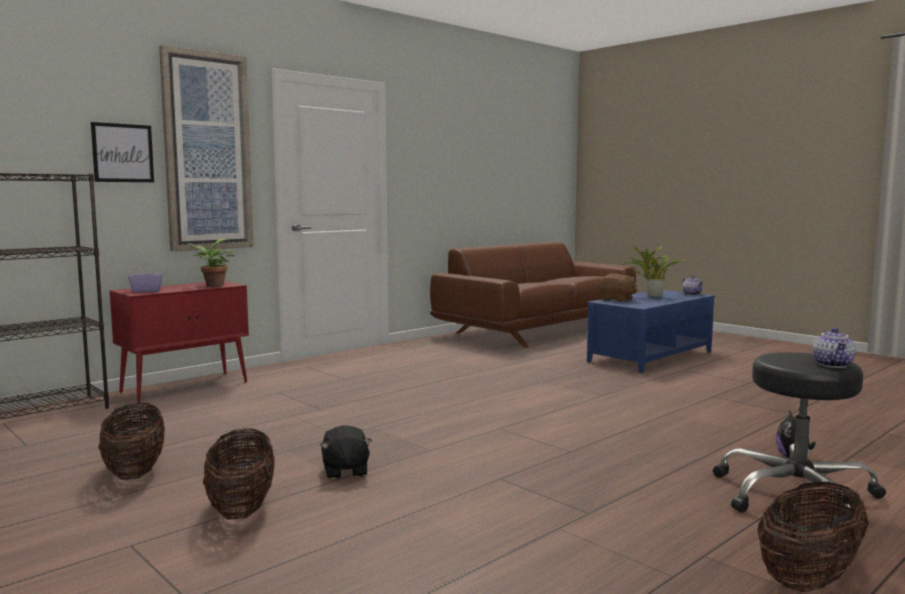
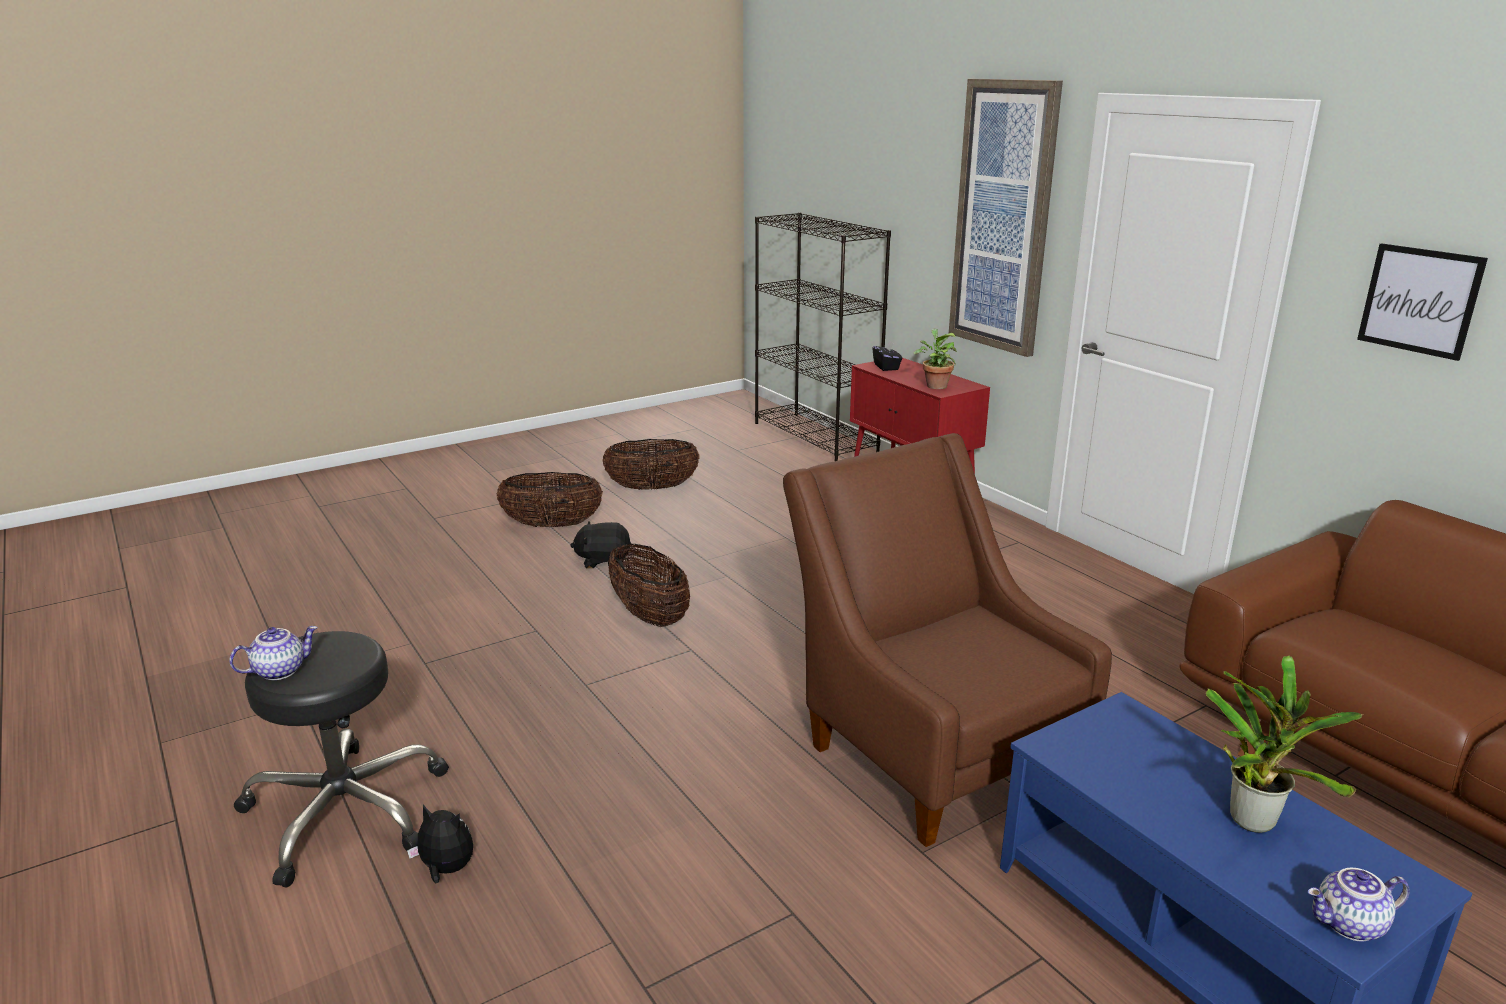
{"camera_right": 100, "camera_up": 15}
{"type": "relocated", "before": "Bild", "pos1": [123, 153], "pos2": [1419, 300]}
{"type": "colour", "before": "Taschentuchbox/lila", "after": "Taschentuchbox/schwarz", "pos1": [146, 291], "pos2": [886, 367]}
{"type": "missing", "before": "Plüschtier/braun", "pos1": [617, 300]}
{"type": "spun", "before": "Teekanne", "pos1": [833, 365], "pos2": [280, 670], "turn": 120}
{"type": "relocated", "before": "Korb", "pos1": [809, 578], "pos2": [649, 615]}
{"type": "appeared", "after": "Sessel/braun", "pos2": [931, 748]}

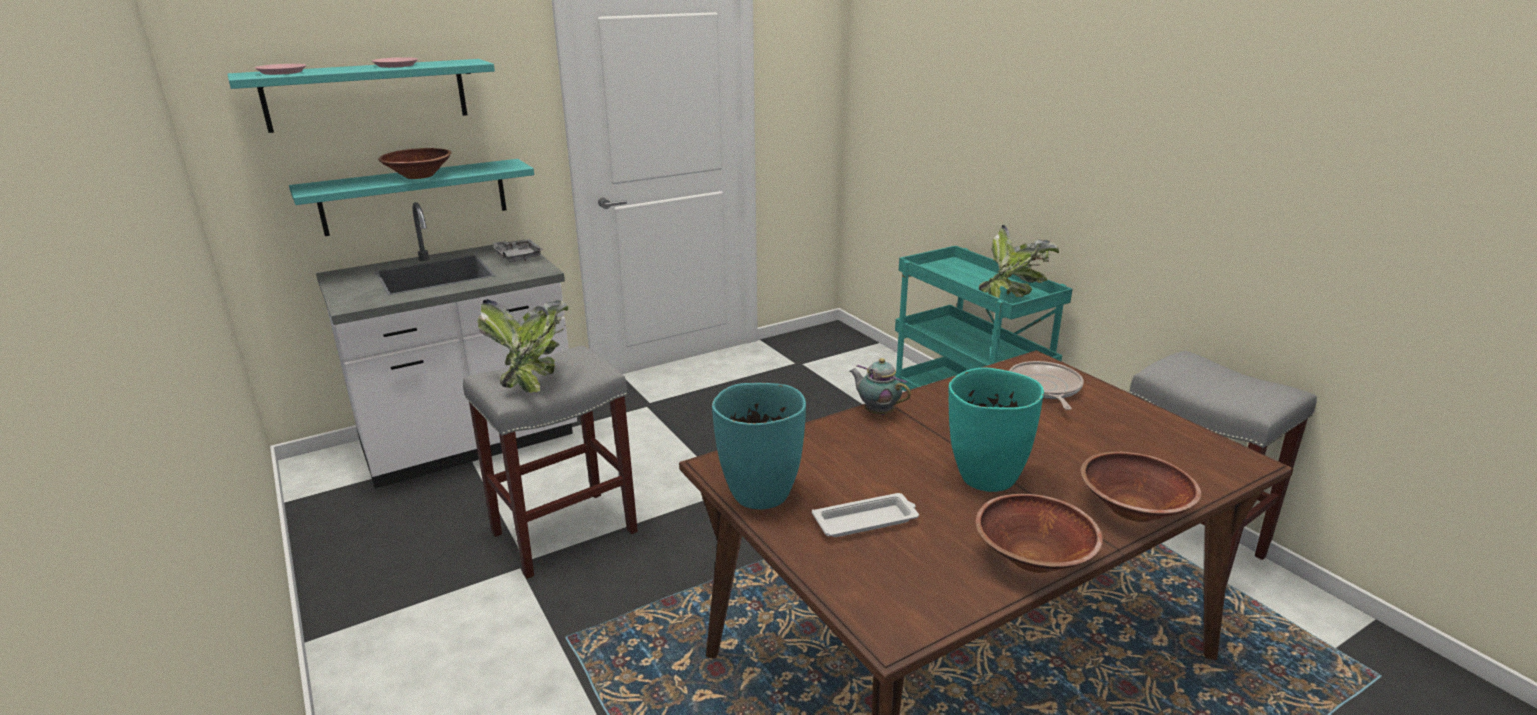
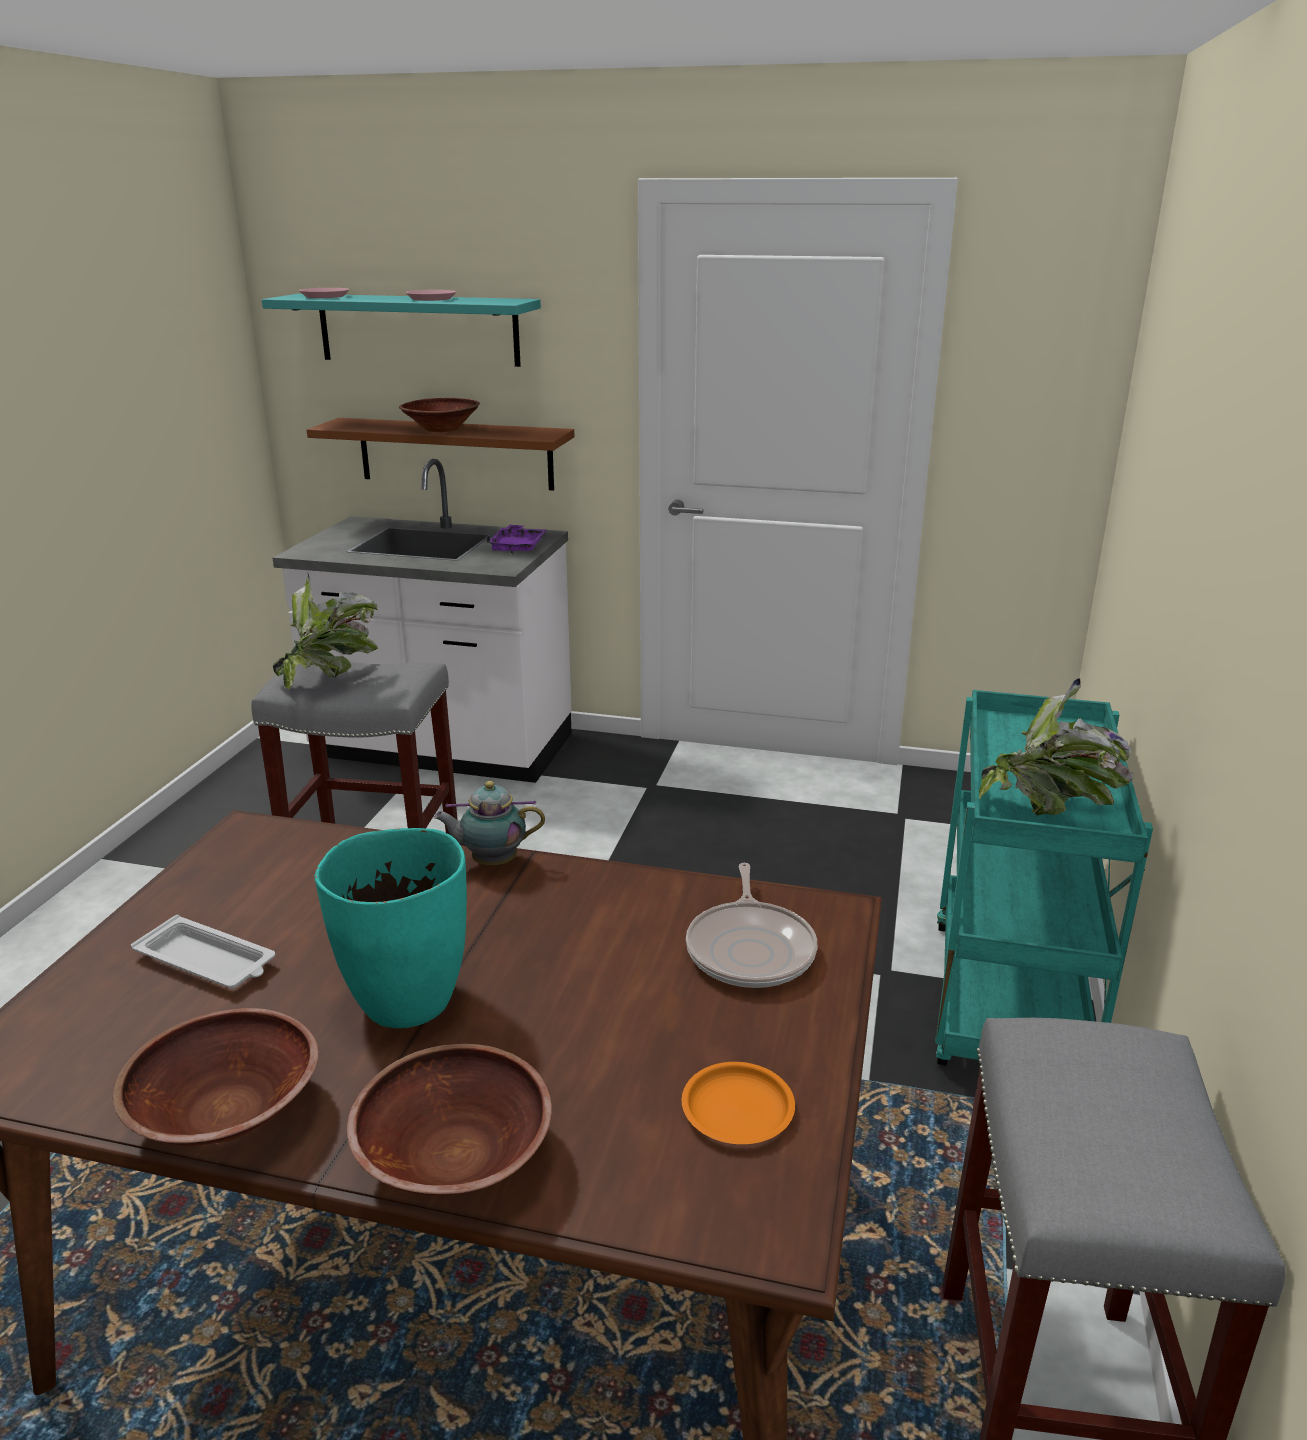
{"camera_right": 45, "camera_up": 0}
{"type": "colour", "before": "Wandregal/türkis", "after": "Wandregal/braun", "pos1": [415, 196], "pos2": [455, 453]}
{"type": "colour", "before": "Tablett/grau", "after": "Tablett/lila", "pos1": [517, 257], "pos2": [518, 547]}
{"type": "spun", "before": "Teekanne", "pos1": [877, 412], "pos2": [491, 862], "turn": -90}
{"type": "spun", "before": "Pfanne", "pos1": [1045, 388], "pos2": [751, 949], "turn": 135}
{"type": "missing", "before": "Vase/türkis", "pos1": [759, 494]}
{"type": "appeared", "after": "Teller/orange", "pos2": [738, 1109]}

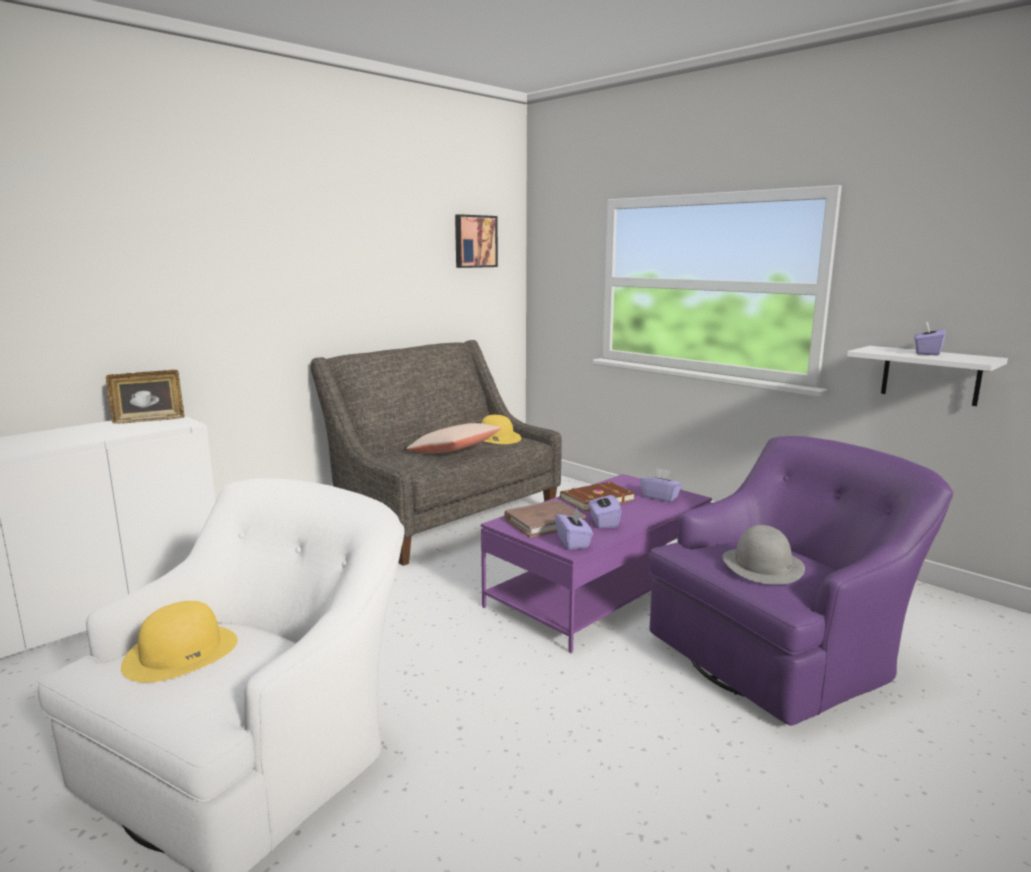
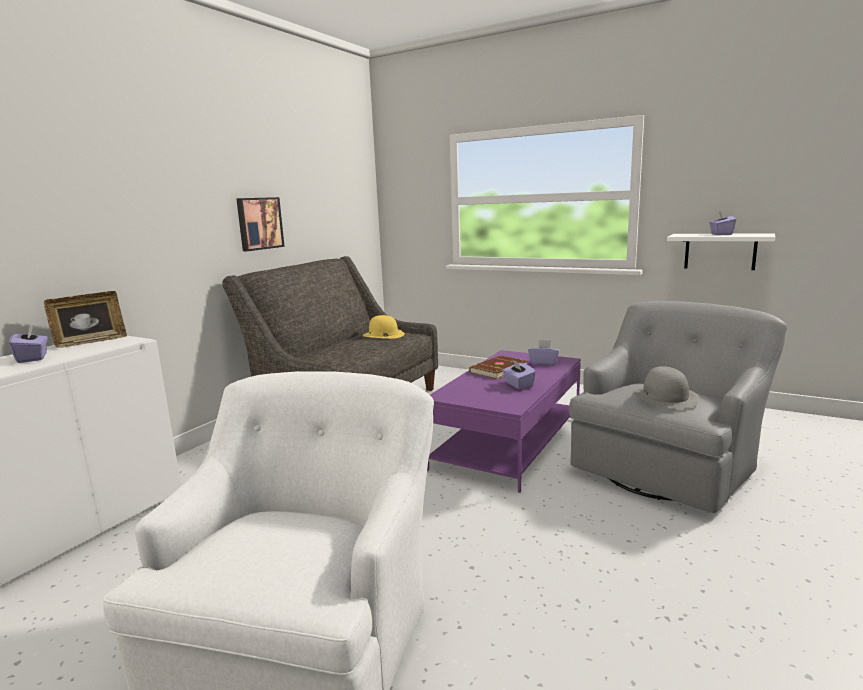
{"camera_right": -15, "camera_up": 0}
{"type": "relocated", "before": "Bild", "pos1": [475, 241], "pos2": [259, 223]}
{"type": "missing", "before": "Kissen/beige", "pos1": [454, 452]}
{"type": "colour", "before": "Sessel/lila", "after": "Sessel/grau", "pos1": [781, 652], "pos2": [668, 464]}
{"type": "missing", "before": "Buch/braun", "pos1": [544, 522]}
{"type": "relocated", "before": "Taschentuchbox/lila", "pos1": [573, 542], "pos2": [33, 358]}
{"type": "missing", "before": "Hut/gelb", "pos1": [181, 652]}

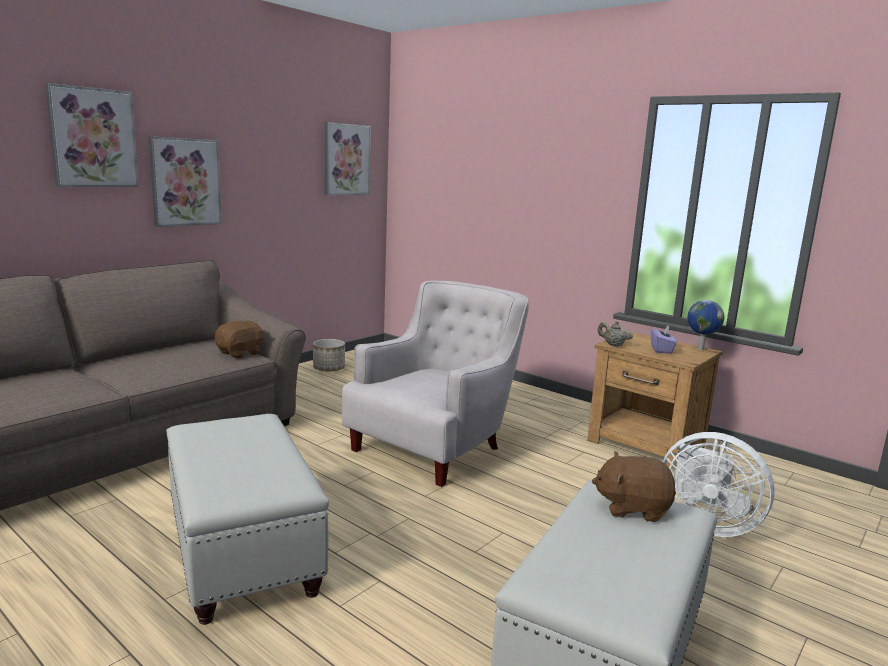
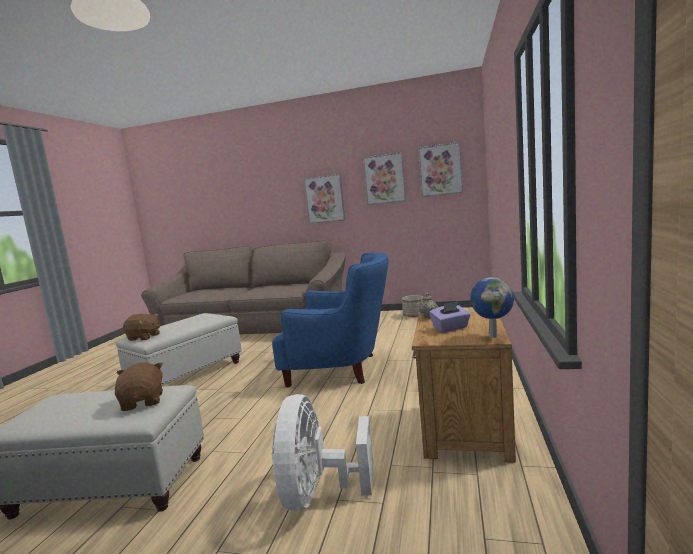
{"camera_right": 65, "camera_up": -5}
{"type": "relocated", "before": "Bild", "pos1": [93, 138], "pos2": [384, 179]}
{"type": "colour", "before": "Sessel/weiß", "after": "Sessel/blau", "pos1": [436, 446], "pos2": [341, 369]}
{"type": "relocated", "before": "Plüschtier/braun", "pos1": [240, 353], "pos2": [144, 337]}

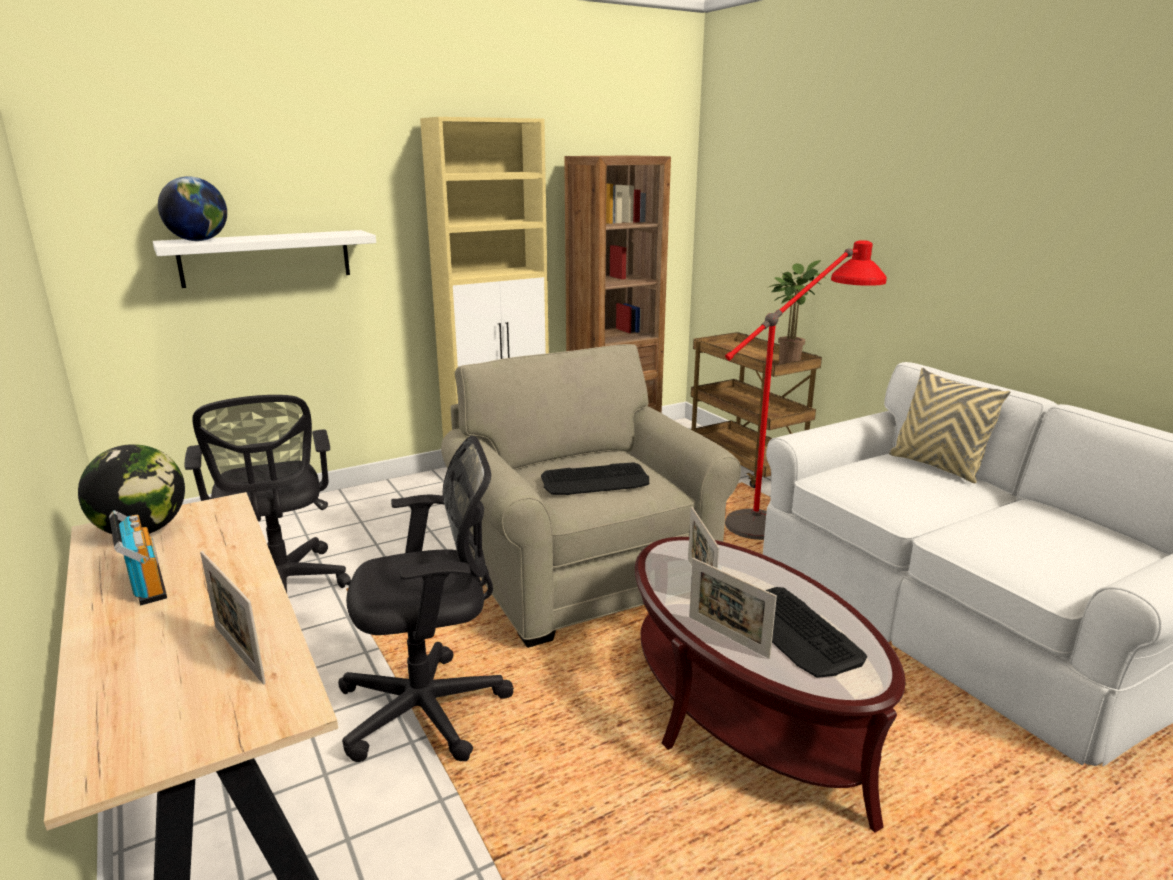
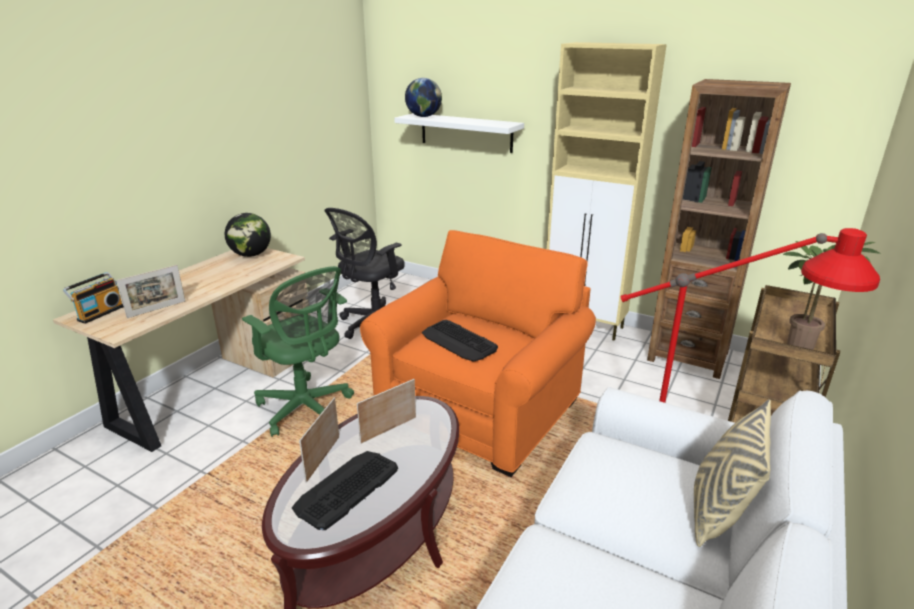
{"camera_right": 60, "camera_up": 5}
{"type": "colour", "before": "Sessel/beige", "after": "Sessel/orange", "pos1": [583, 574], "pos2": [480, 410]}
{"type": "colour", "before": "Bürostuhl/schwarz", "after": "Bürostuhl/grün", "pos1": [431, 709], "pos2": [306, 409]}
{"type": "relocated", "before": "Radio", "pos1": [144, 584], "pos2": [99, 313]}
{"type": "spun", "before": "Bilderrahmen", "pos1": [239, 654], "pos2": [157, 309], "turn": -150}

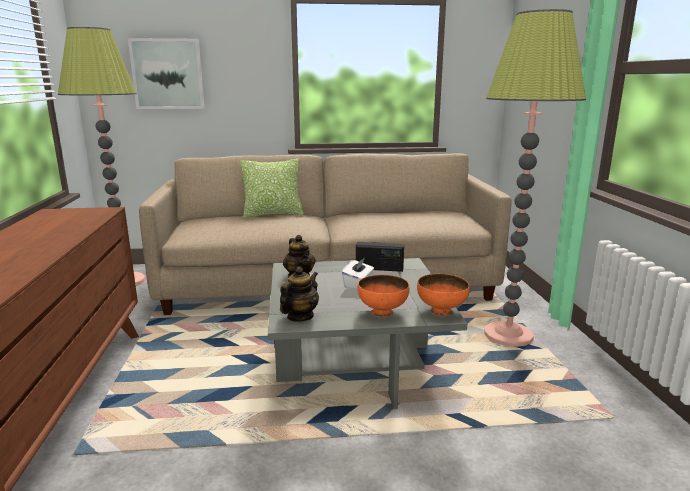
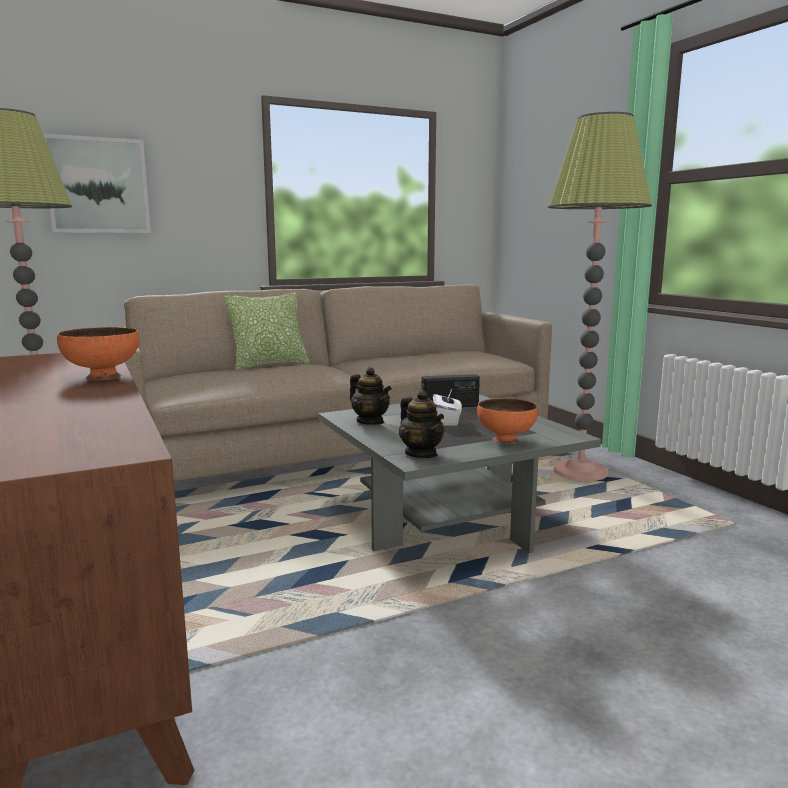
{"camera_right": -20, "camera_up": -5}
{"type": "spun", "before": "Teekanne", "pos1": [300, 316], "pos2": [421, 454], "turn": 135}
{"type": "relocated", "before": "Schüssel/orange", "pos1": [441, 311], "pos2": [102, 377]}

